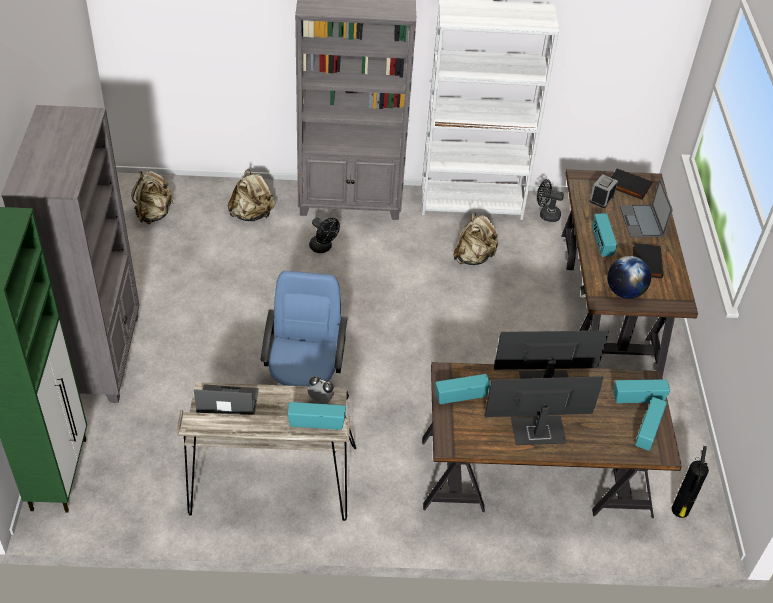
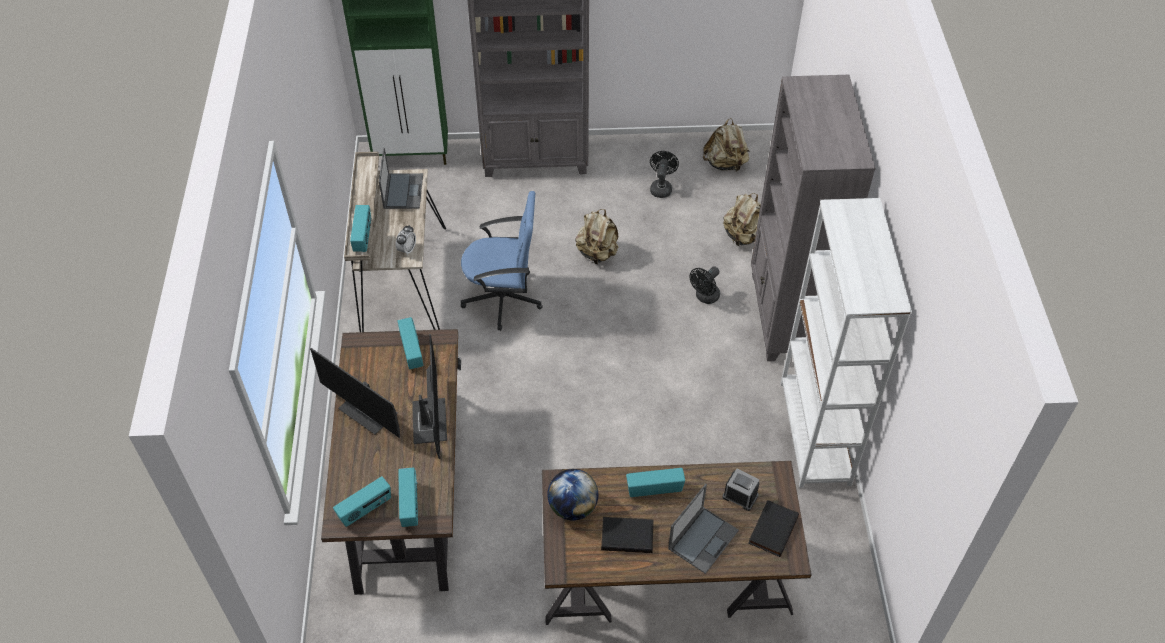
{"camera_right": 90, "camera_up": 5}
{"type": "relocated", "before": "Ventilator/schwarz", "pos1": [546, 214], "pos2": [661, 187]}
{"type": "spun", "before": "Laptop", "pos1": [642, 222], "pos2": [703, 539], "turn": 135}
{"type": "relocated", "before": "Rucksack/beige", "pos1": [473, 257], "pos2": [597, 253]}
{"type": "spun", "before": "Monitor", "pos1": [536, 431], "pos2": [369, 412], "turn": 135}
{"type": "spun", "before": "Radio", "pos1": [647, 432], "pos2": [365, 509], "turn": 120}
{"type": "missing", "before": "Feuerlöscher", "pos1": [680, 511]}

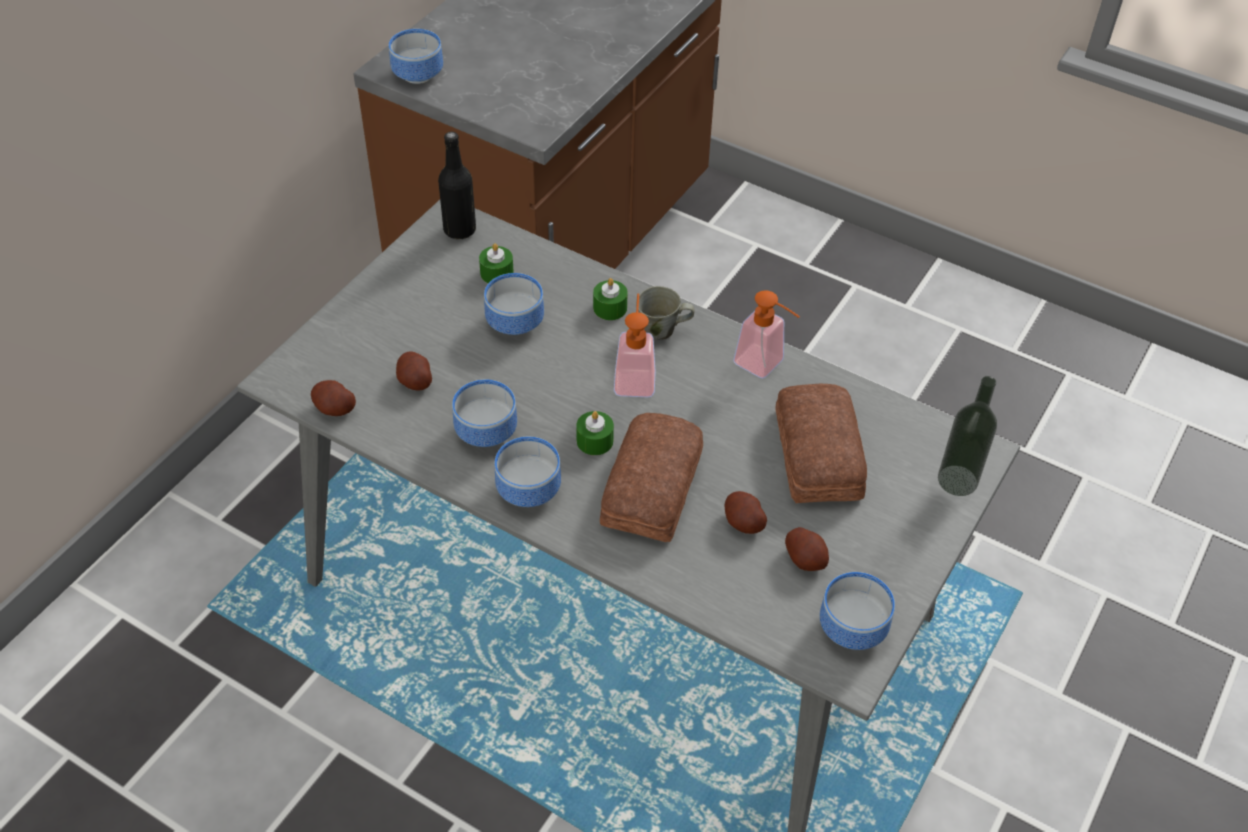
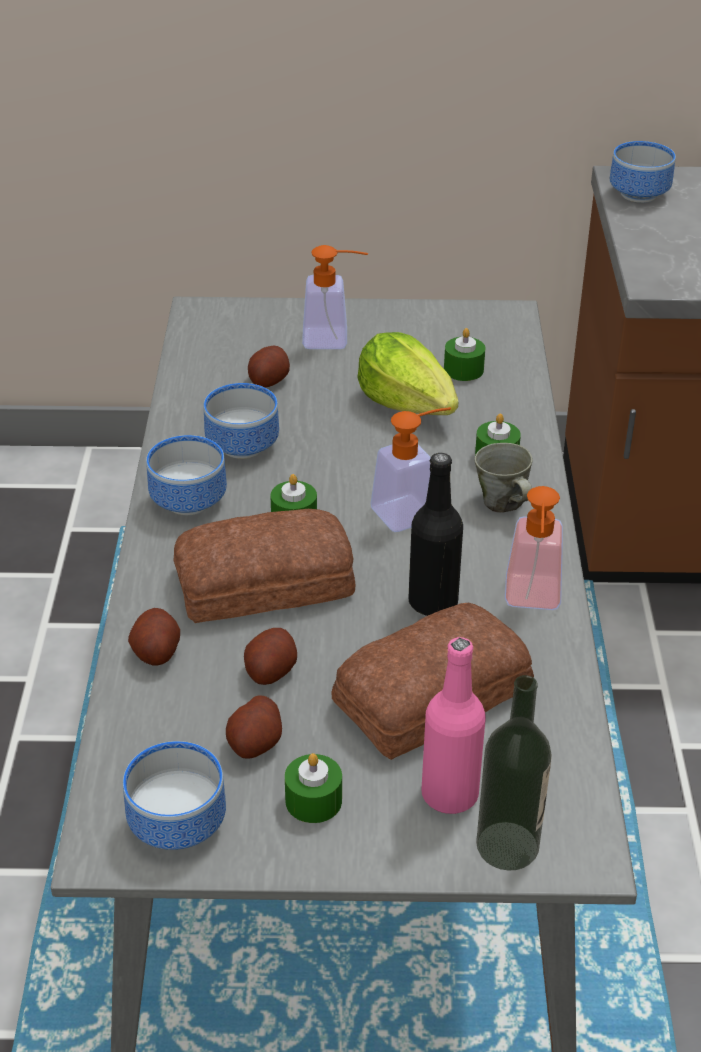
{"camera_right": 60, "camera_up": -10}
{"type": "relocated", "before": "Flasche/schwarz", "pos1": [459, 230], "pos2": [433, 602]}
{"type": "exchanged", "before": "Schüssel", "after": "Salatkopf", "pos1": [513, 321], "pos2": [408, 404]}
{"type": "relocated", "before": "Kartoffel", "pos1": [334, 408], "pos2": [156, 652]}
{"type": "appeared", "after": "Seifenspender", "pos2": [334, 339]}
{"type": "appeared", "after": "Flasche/rosa", "pos2": [449, 794]}
{"type": "appeared", "after": "Kerze/grün", "pos2": [313, 800]}

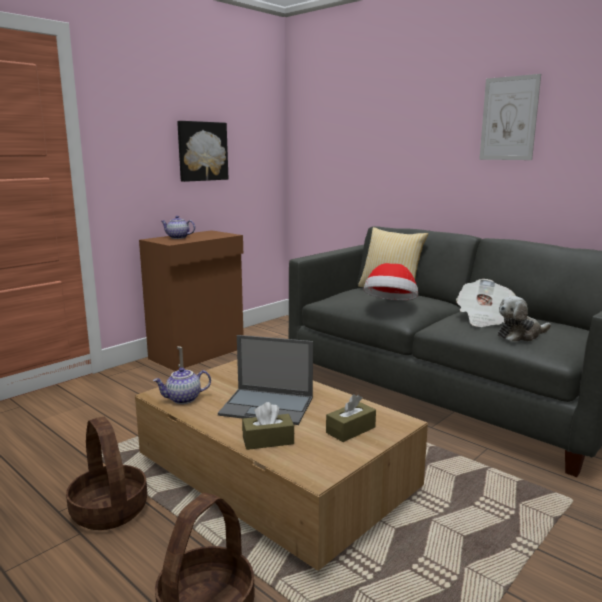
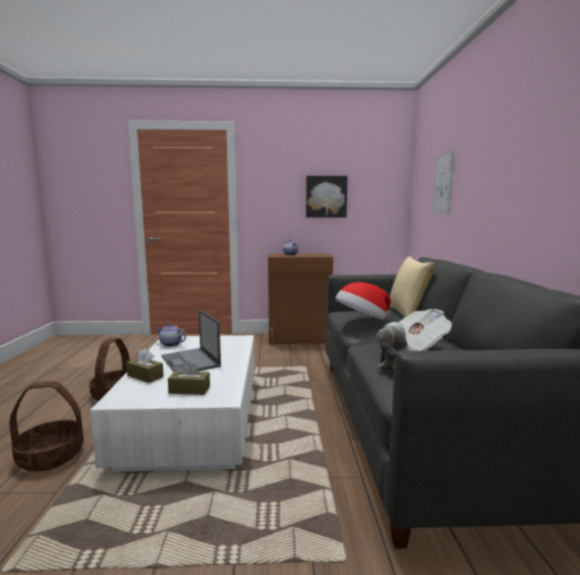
{"camera_right": 45, "camera_up": -5}
{"type": "relocated", "before": "Bild", "pos1": [509, 118], "pos2": [443, 183]}
{"type": "colour", "before": "Couchtisch/braun", "after": "Couchtisch/weiß", "pos1": [275, 480], "pos2": [194, 418]}

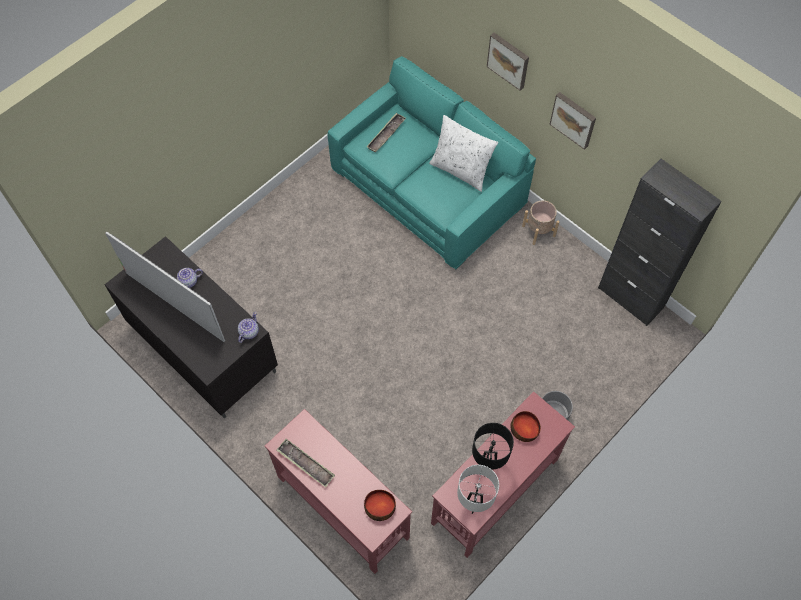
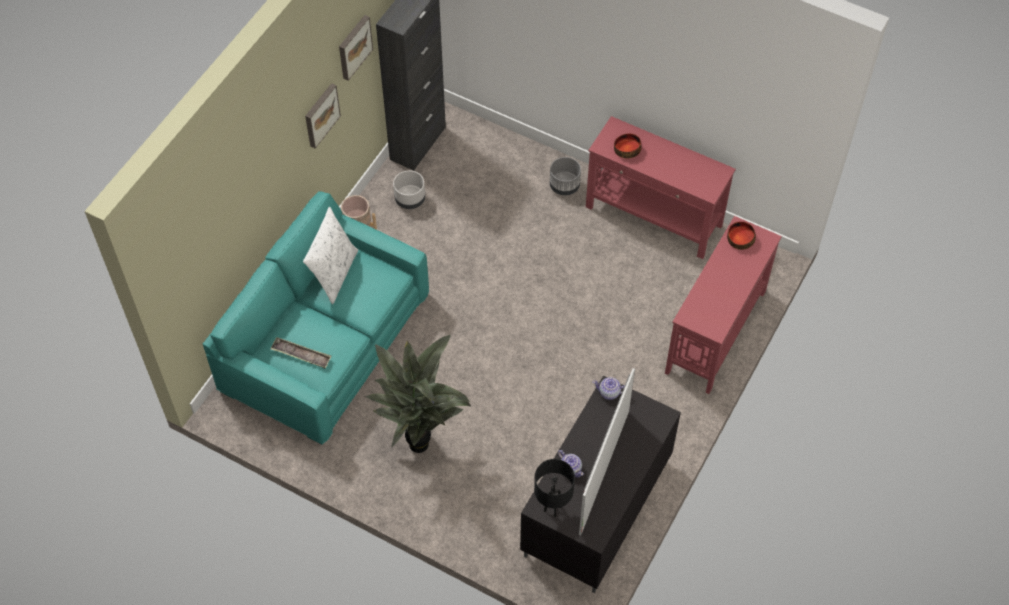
{"camera_right": -105, "camera_up": -5}
{"type": "relocated", "before": "Bild", "pos1": [509, 60], "pos2": [353, 46]}
{"type": "relocated", "before": "Tischlampe/schwarz", "pos1": [487, 464], "pos2": [552, 509]}
{"type": "missing", "before": "Tablett", "pos1": [306, 464]}
{"type": "missing", "before": "Tischlampe/weiß", "pos1": [473, 504]}
{"type": "appeared", "after": "Pflanzkübel/grau", "pos2": [410, 199]}
{"type": "appeared", "after": "Topfpflanze", "pos2": [422, 440]}

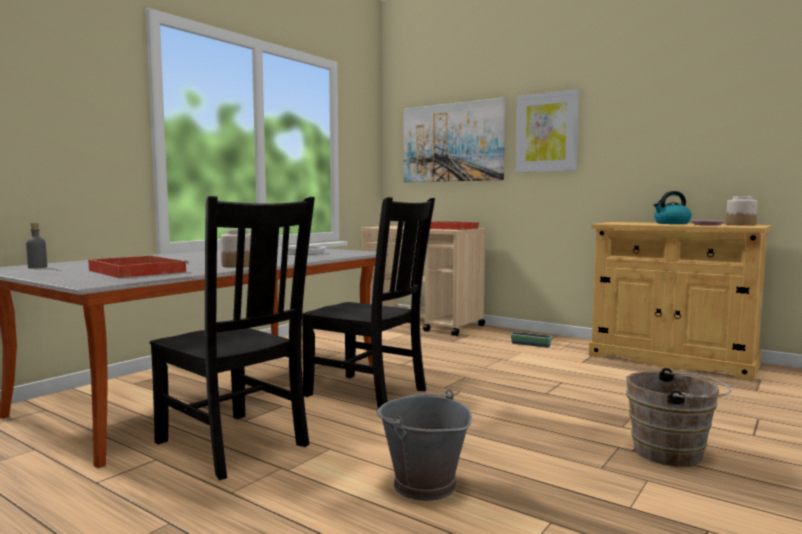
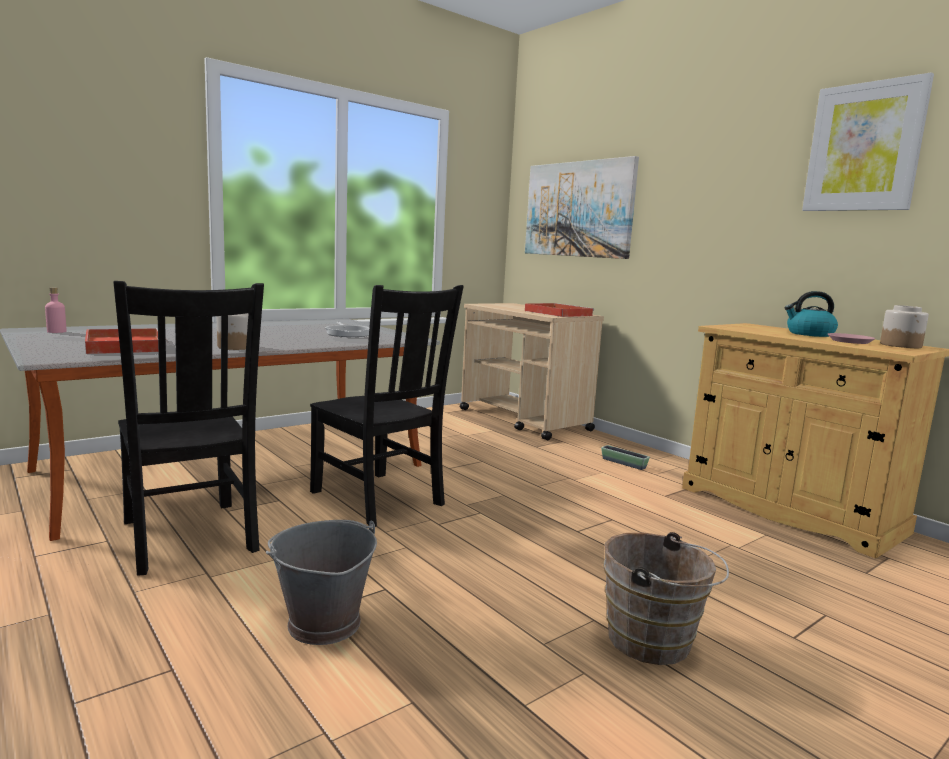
{"camera_right": 15, "camera_up": 5}
{"type": "relocated", "before": "Bild", "pos1": [546, 132], "pos2": [864, 147]}
{"type": "colour", "before": "Flasche/grau", "after": "Flasche/rosa", "pos1": [37, 267], "pos2": [56, 331]}

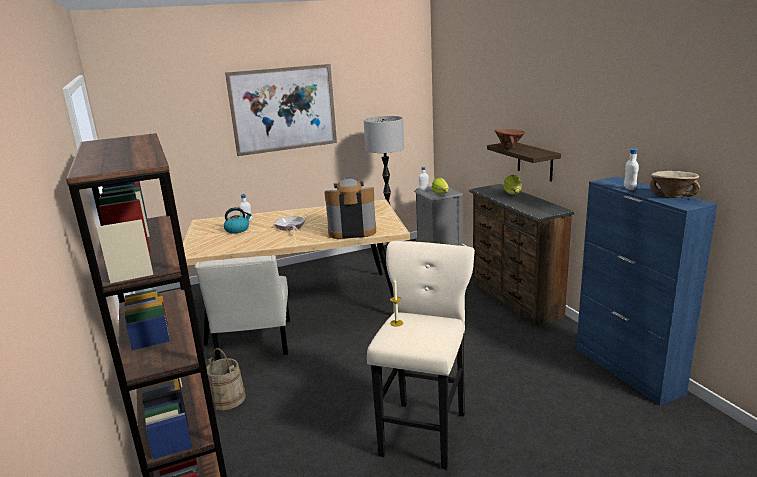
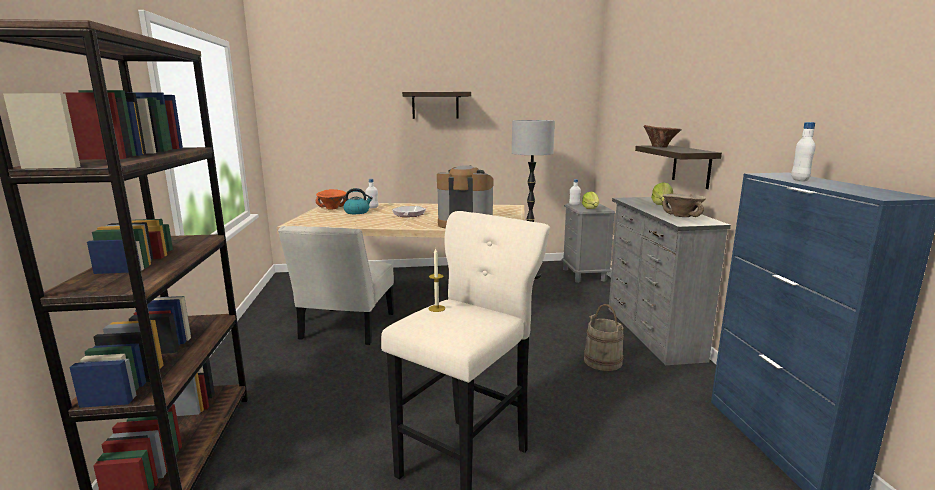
{"camera_right": 15, "camera_up": -5}
{"type": "exchanged", "before": "Bild", "after": "Wandregal", "pos1": [283, 109], "pos2": [435, 105]}
{"type": "relocated", "before": "Schüssel/beige", "pos1": [672, 196], "pos2": [682, 216]}
{"type": "colour", "before": "Kommode/braun", "after": "Kommode/grau", "pos1": [514, 299], "pos2": [651, 333]}
{"type": "relocated", "before": "Eimer/beige", "pos1": [227, 399], "pos2": [603, 361]}
{"type": "appeared", "after": "Schüssel/orange", "pos2": [332, 208]}

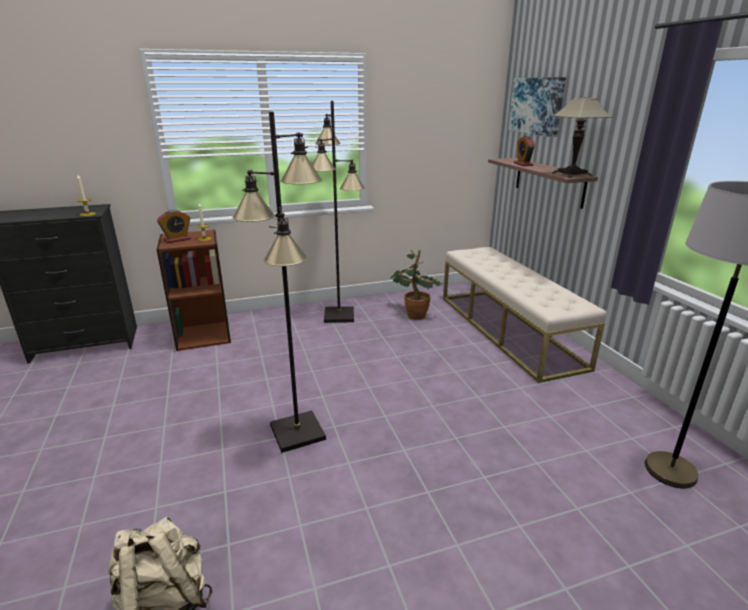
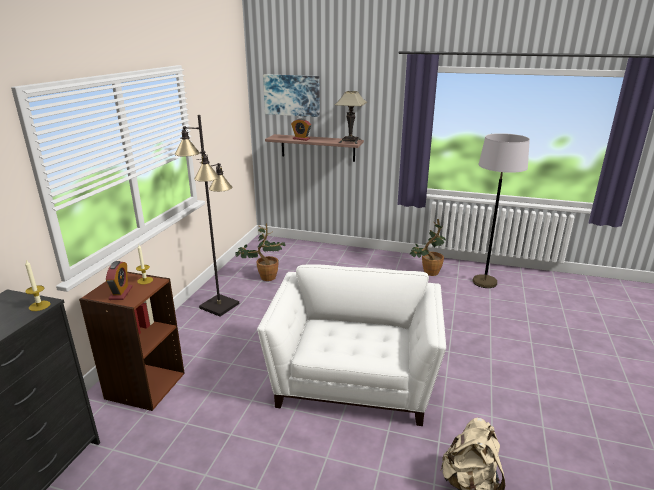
{"camera_right": -55, "camera_up": 0}
{"type": "exchanged", "before": "Stehlampe/schwarz", "after": "Sessel/weiß", "pos1": [298, 432], "pos2": [354, 378]}
{"type": "missing", "before": "Bank/beige", "pos1": [508, 330]}
{"type": "appeared", "after": "Topfpflanze", "pos2": [427, 273]}

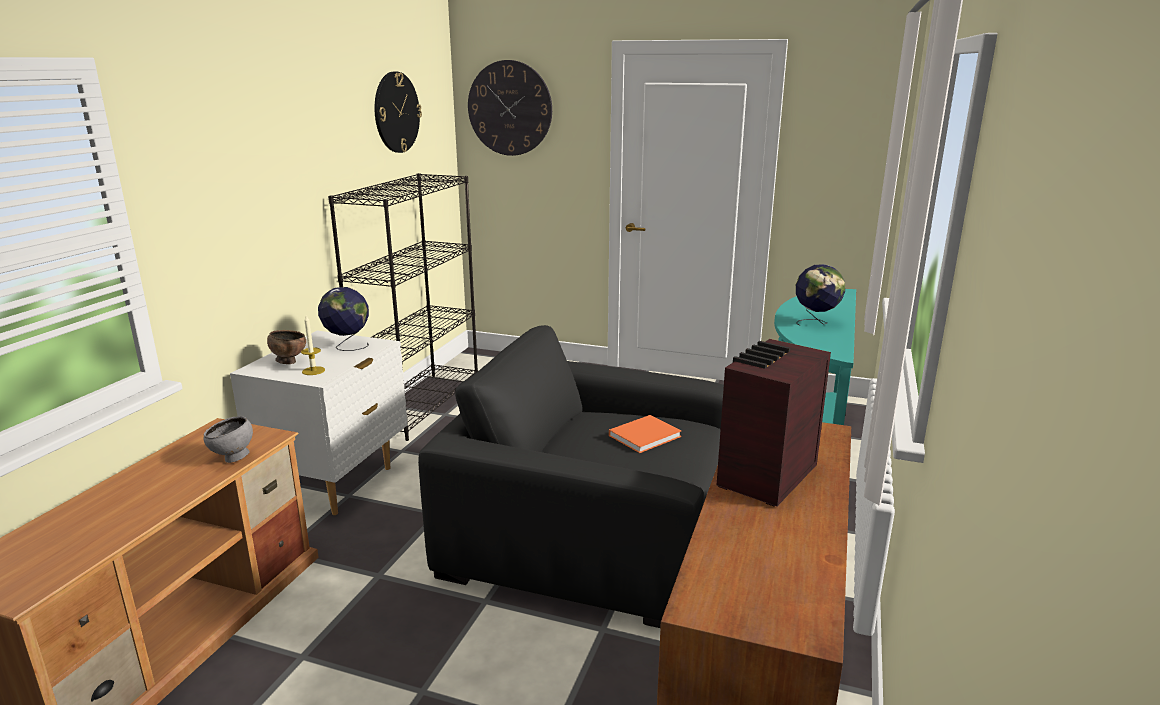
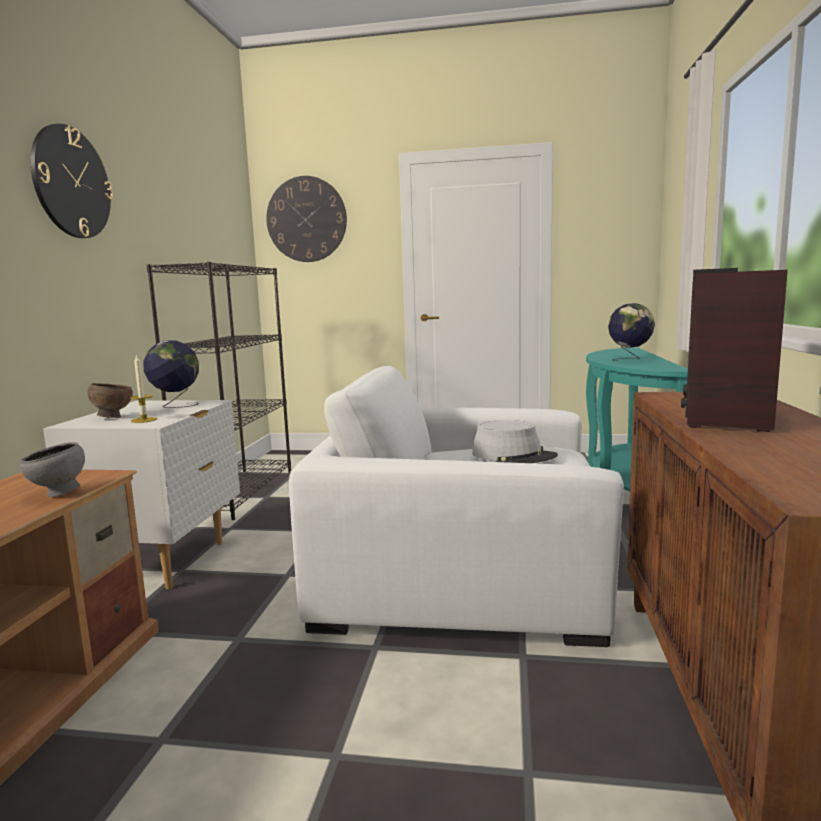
{"camera_right": -10, "camera_up": -10}
{"type": "relocated", "before": "Wanduhr", "pos1": [396, 112], "pos2": [71, 182]}
{"type": "colour", "before": "Sessel/schwarz", "after": "Sessel/weiß", "pos1": [592, 533], "pos2": [463, 572]}
{"type": "exchanged", "before": "Buch/orange", "after": "Hut/grau", "pos1": [646, 435], "pos2": [513, 456]}

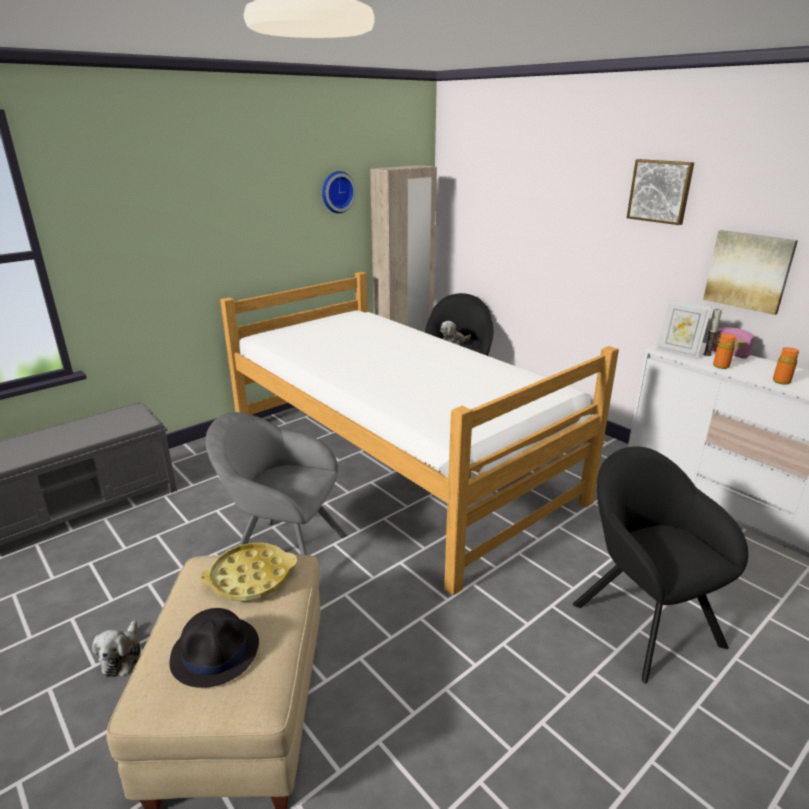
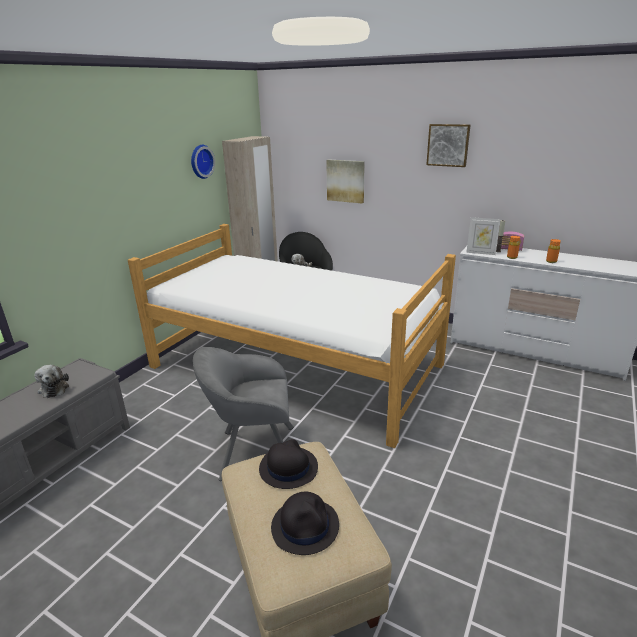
{"camera_right": -20, "camera_up": 0}
{"type": "relocated", "before": "Bild", "pos1": [748, 271], "pos2": [346, 181]}
{"type": "missing", "before": "Sessel/schwarz", "pos1": [641, 619]}
{"type": "exchanged", "before": "Tablett/gelb", "after": "Hut/schwarz", "pos1": [250, 577], "pos2": [288, 468]}
{"type": "relocated", "before": "Plüschtier", "pos1": [122, 656], "pos2": [54, 388]}

